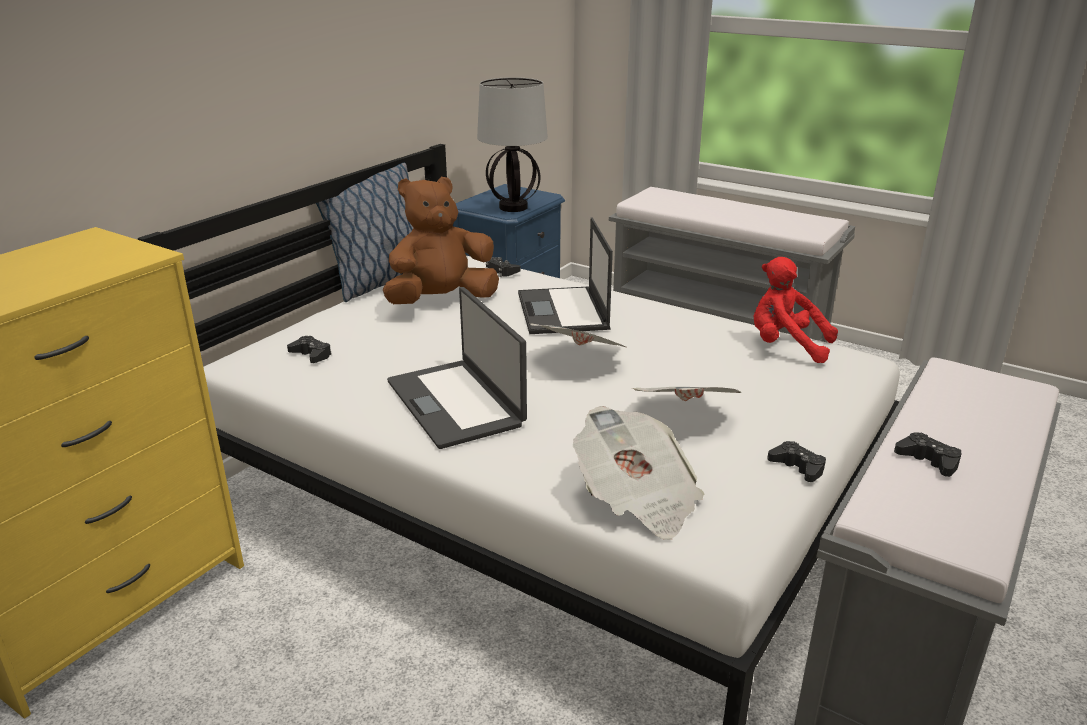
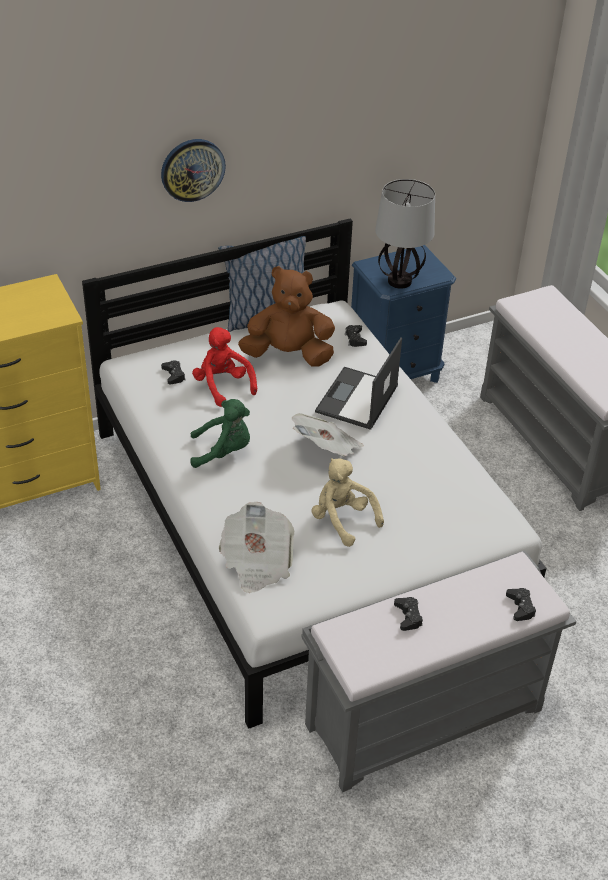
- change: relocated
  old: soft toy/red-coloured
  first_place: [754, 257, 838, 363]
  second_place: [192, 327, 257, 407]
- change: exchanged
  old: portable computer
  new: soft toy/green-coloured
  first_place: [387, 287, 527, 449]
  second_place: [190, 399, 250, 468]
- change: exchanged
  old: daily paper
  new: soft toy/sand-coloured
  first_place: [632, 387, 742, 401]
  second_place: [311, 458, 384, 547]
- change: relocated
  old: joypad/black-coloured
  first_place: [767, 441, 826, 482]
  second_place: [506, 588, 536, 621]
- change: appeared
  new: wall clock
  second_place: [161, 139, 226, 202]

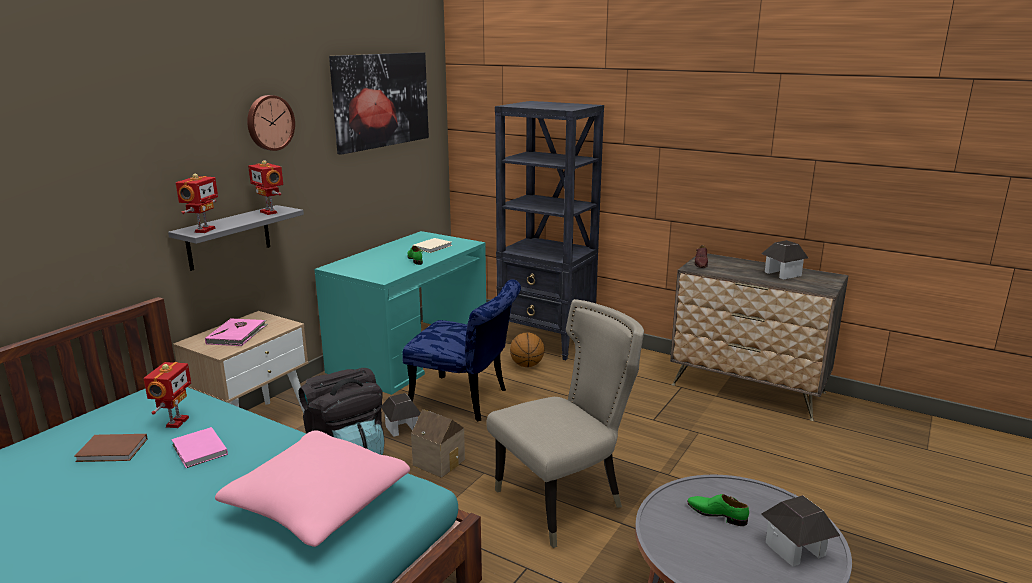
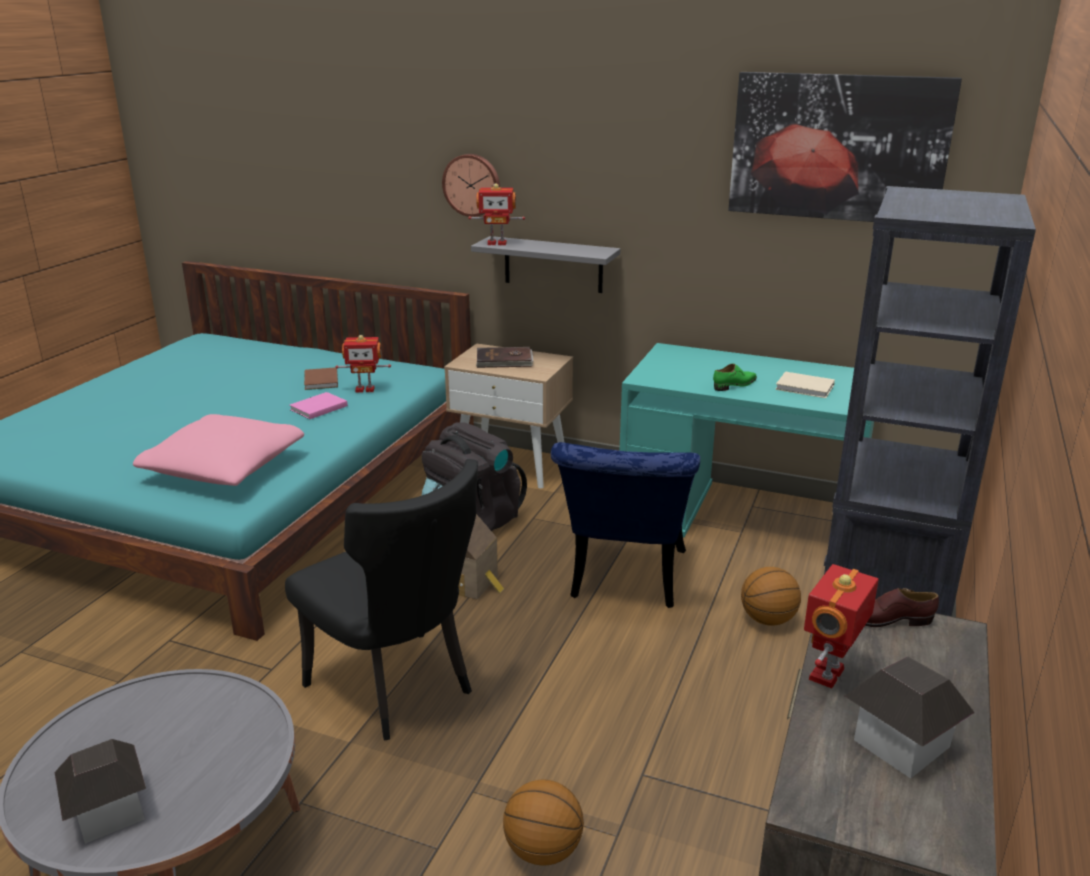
- change: relocated
  old: wall clock
  first_place: [247, 95, 295, 151]
  second_place: [442, 154, 500, 217]
- change: relocated
  old: toy robot
  first_place: [248, 160, 283, 215]
  second_place: [804, 564, 879, 688]
- change: colour
  old: upright chair/sand-coloured
  new: upright chair/black-coloured
  first_place: [486, 299, 644, 548]
  second_place: [285, 459, 478, 741]
- change: colour
  old: book/pink-coloured
  new: book/brown-coloured
  first_place: [205, 319, 268, 346]
  second_place: [476, 347, 533, 368]
- change: missing
  old: model house
  first_place: [381, 393, 421, 437]
- change: missing
  old: low shoe/green-coloured
  first_place: [687, 494, 749, 526]
- change: appeared
  new: basketball ball
  second_place: [503, 779, 584, 866]

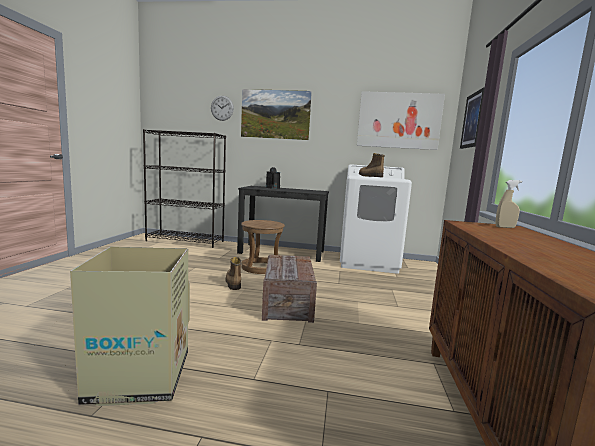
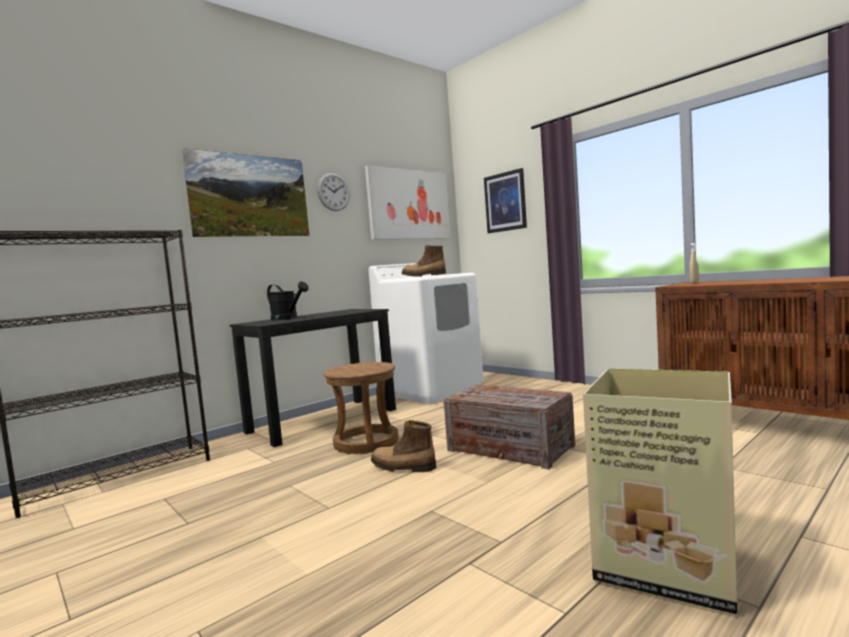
- change: relocated
  old: wall clock
  first_place: [211, 96, 234, 121]
  second_place: [317, 173, 350, 211]

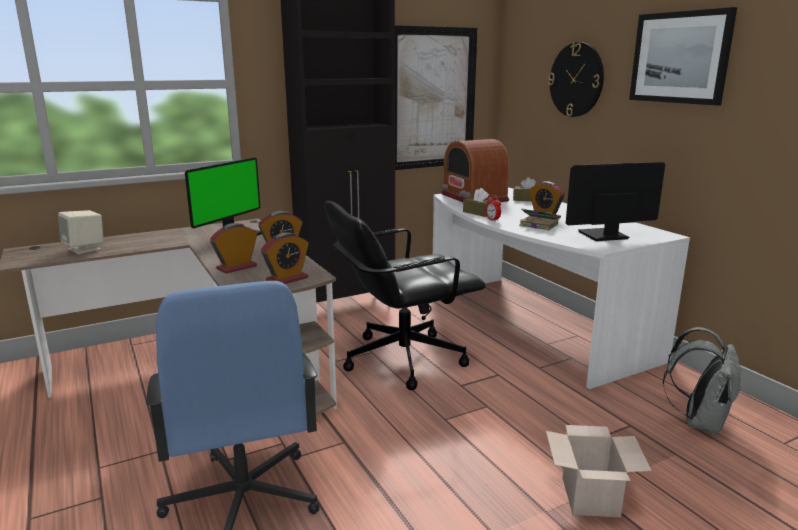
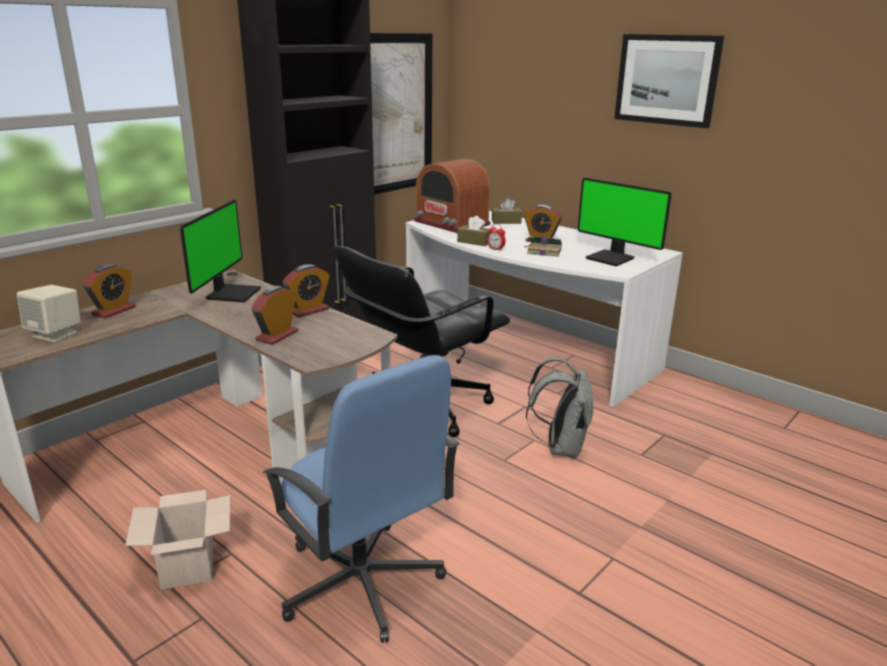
- change: missing
  old: wall clock
  first_place: [548, 42, 604, 117]
- change: spun
  old: computer screen
  first_place: [566, 162, 665, 241]
  second_place: [578, 178, 672, 266]
  degrees: -105
- change: relocated
  old: alarm clock
  first_place: [261, 232, 309, 284]
  second_place: [83, 264, 136, 318]
- change: relocated
  old: knapsack/gray
  first_place: [663, 327, 741, 435]
  second_place: [526, 357, 594, 458]
- change: relocated
  old: cardboard box
  first_place: [546, 425, 652, 517]
  second_place: [125, 490, 230, 590]

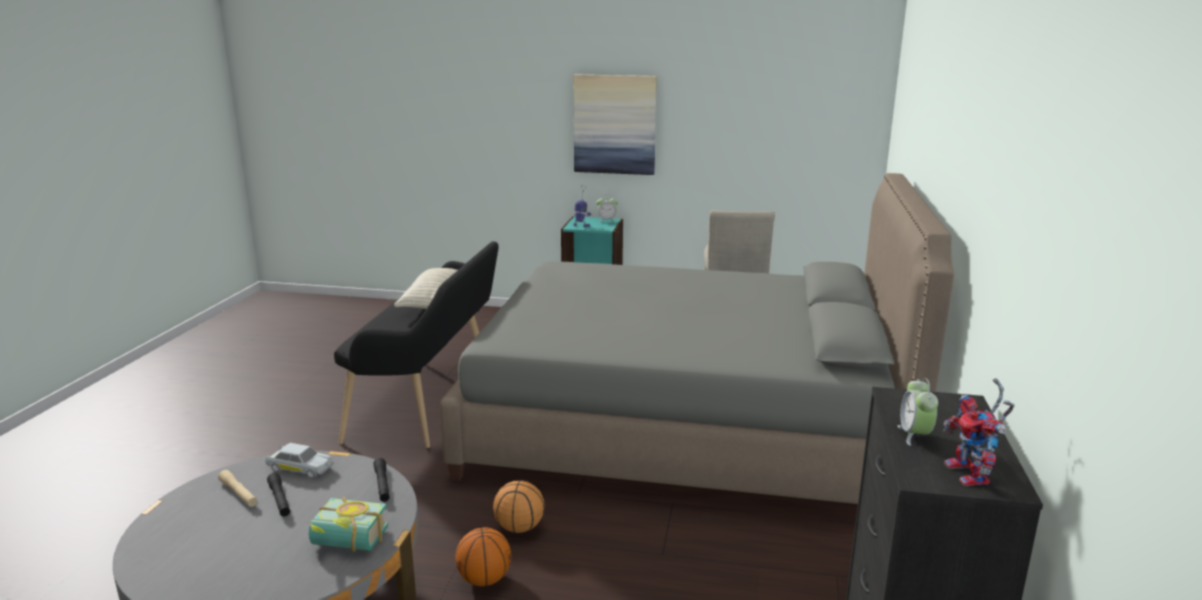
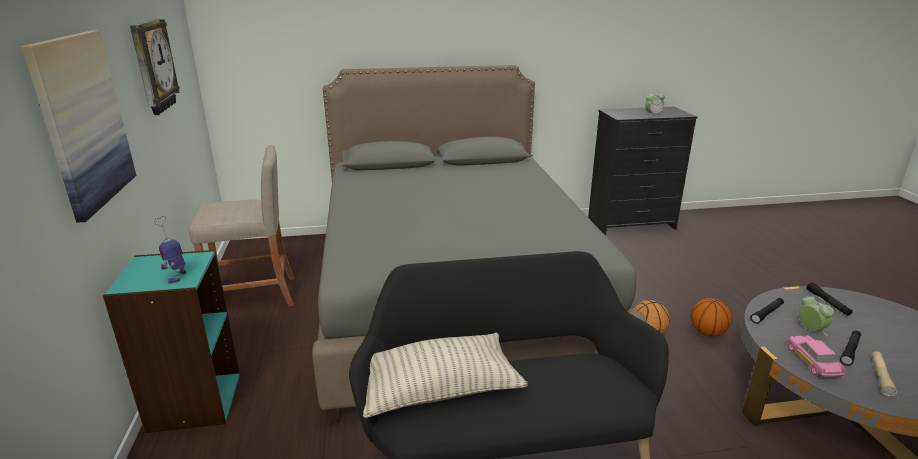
- change: relocated
  old: alarm clock
  first_place: [596, 198, 618, 223]
  second_place: [799, 296, 834, 336]
- change: missing
  old: toy robot
  first_place: [943, 378, 1014, 486]
- change: colour
  old: toy car/whitish
  new: toy car/pink-coloured
  first_place: [265, 443, 333, 479]
  second_place: [787, 335, 846, 377]
- change: exchanged
  old: book
  new: hand torch/black-coloured
  first_place: [309, 497, 388, 552]
  second_place: [806, 283, 853, 316]
- change: appeared
  new: wall clock
  second_place: [130, 19, 180, 115]

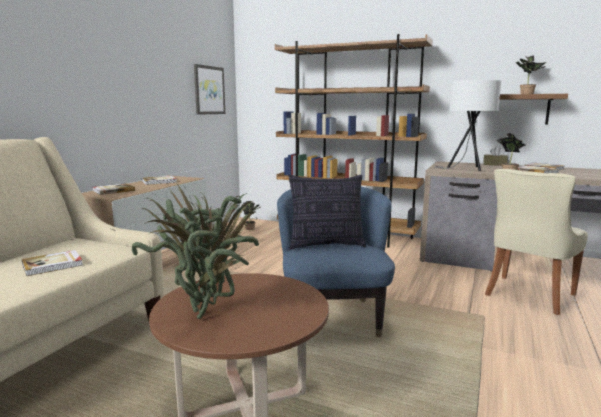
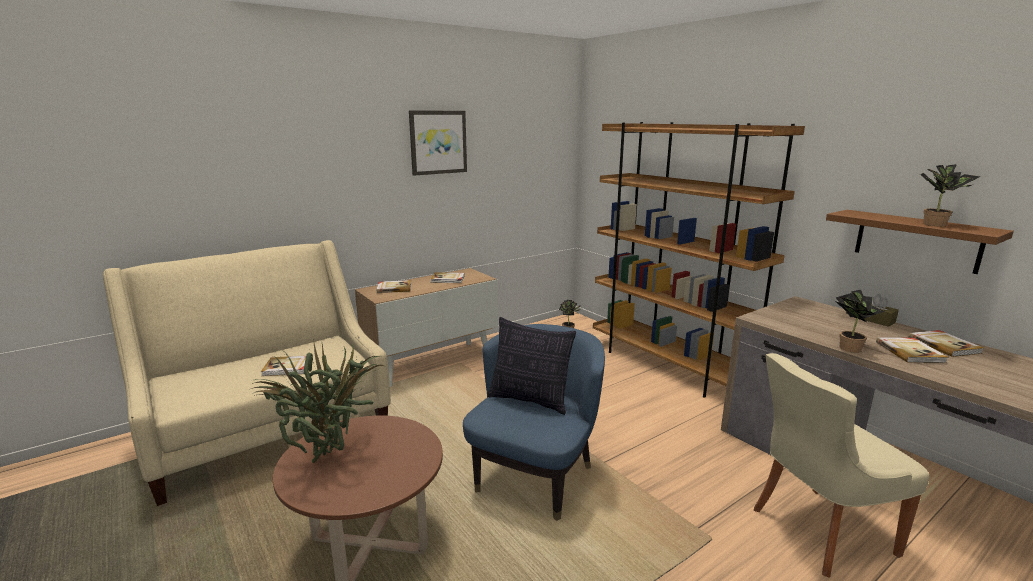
- change: relocated
  old: picture
  first_place: [194, 64, 225, 115]
  second_place: [409, 110, 467, 176]
- change: missing
  old: table lamp/whitish
  first_place: [434, 80, 501, 171]

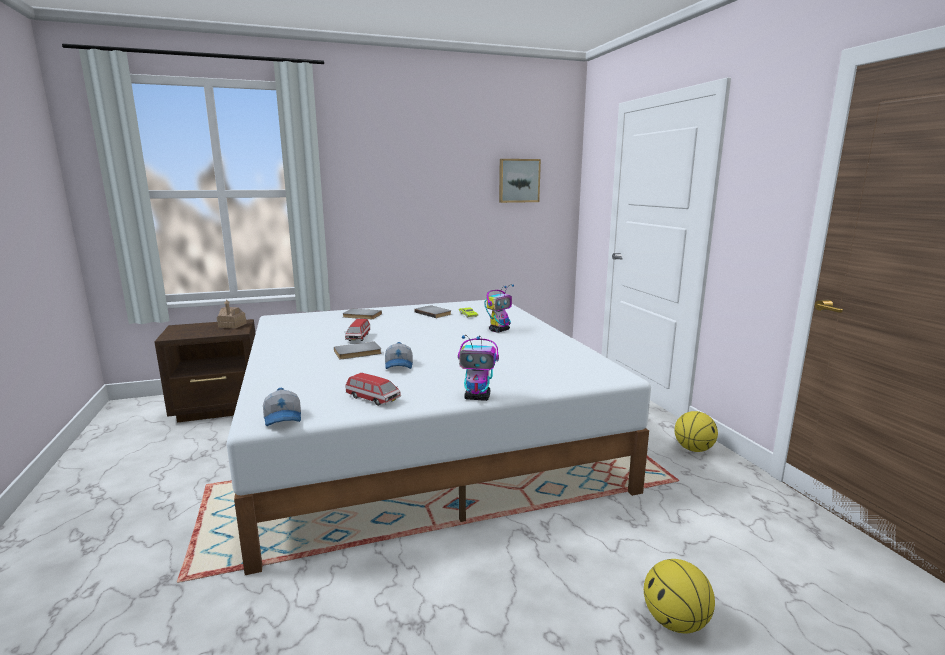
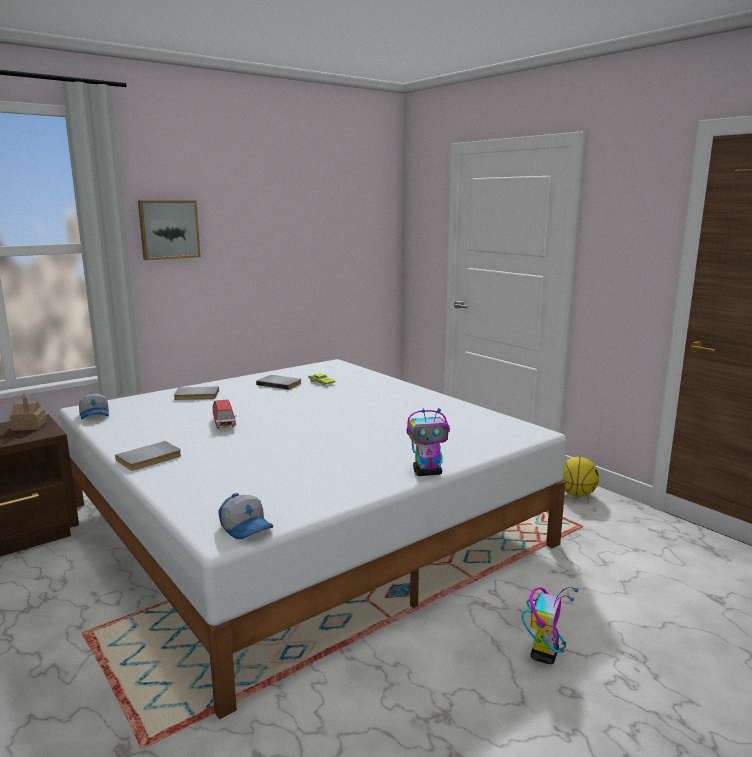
- change: relocated
  old: picture
  first_place: [499, 159, 541, 203]
  second_place: [138, 200, 201, 260]
- change: relocated
  old: toy robot
  first_place: [484, 284, 514, 333]
  second_place: [521, 587, 579, 664]
- change: relocated
  old: book/gray
  first_place: [334, 342, 382, 359]
  second_place: [115, 441, 181, 471]
- change: relocated
  old: baseball cap
  first_place: [385, 342, 413, 369]
  second_place: [79, 392, 109, 419]
- change: missing
  old: toy car
  first_place: [346, 373, 401, 406]
- change: missing
  old: basketball ball
  first_place: [644, 559, 715, 633]

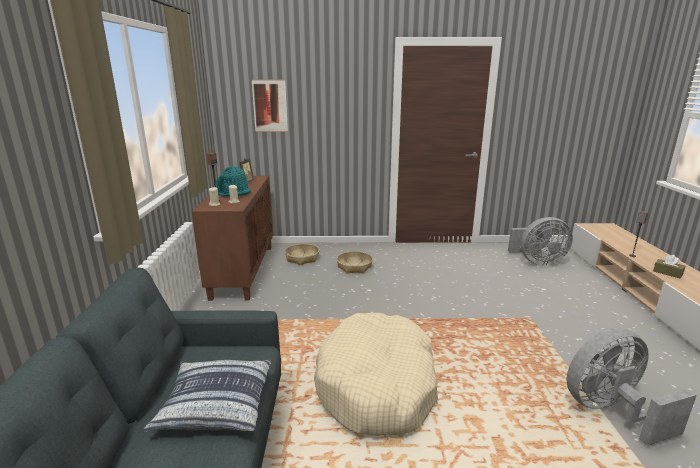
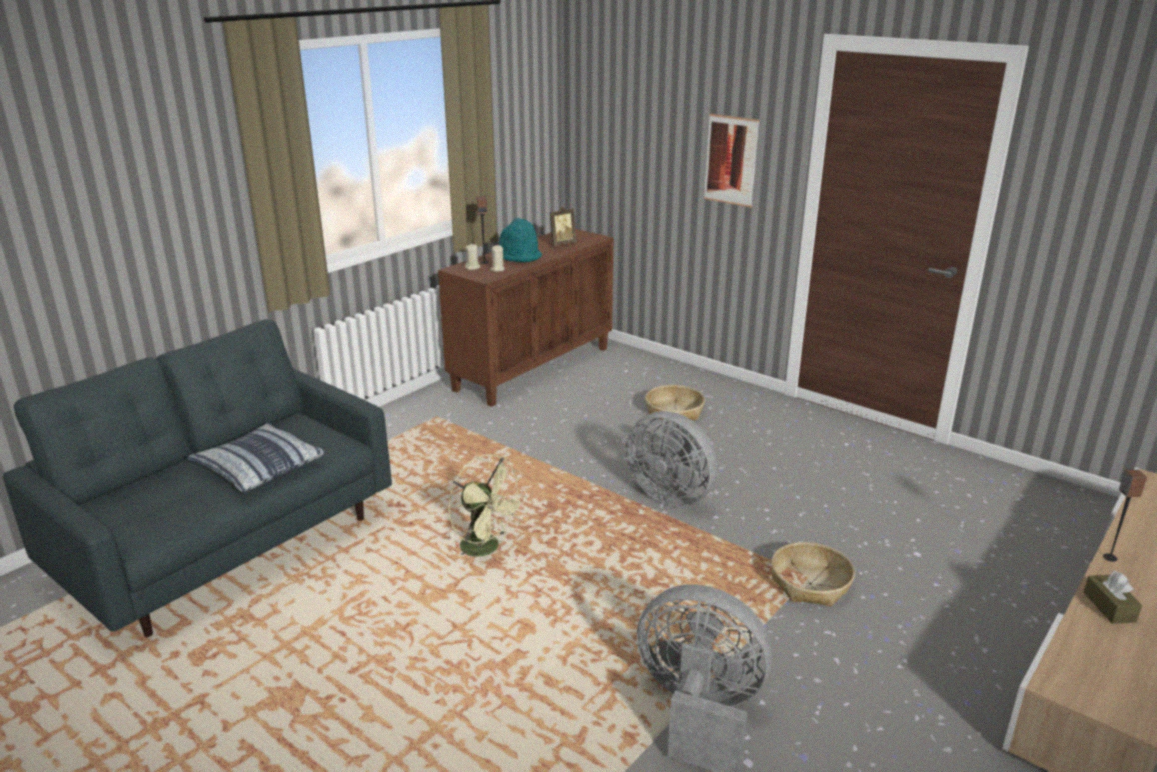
- change: relocated
  old: picture
  first_place: [251, 79, 288, 132]
  second_place: [704, 114, 760, 208]
- change: relocated
  old: cooling fan/gray
  first_place: [508, 217, 573, 266]
  second_place: [626, 411, 718, 507]
- change: relocated
  old: storage basket
  first_place: [285, 244, 319, 265]
  second_place: [771, 542, 855, 607]
- change: exchanged
  old: dog cushion/sand-coloured
  new: cooling fan/green-coloured
  first_place: [314, 313, 438, 436]
  second_place: [449, 454, 528, 557]

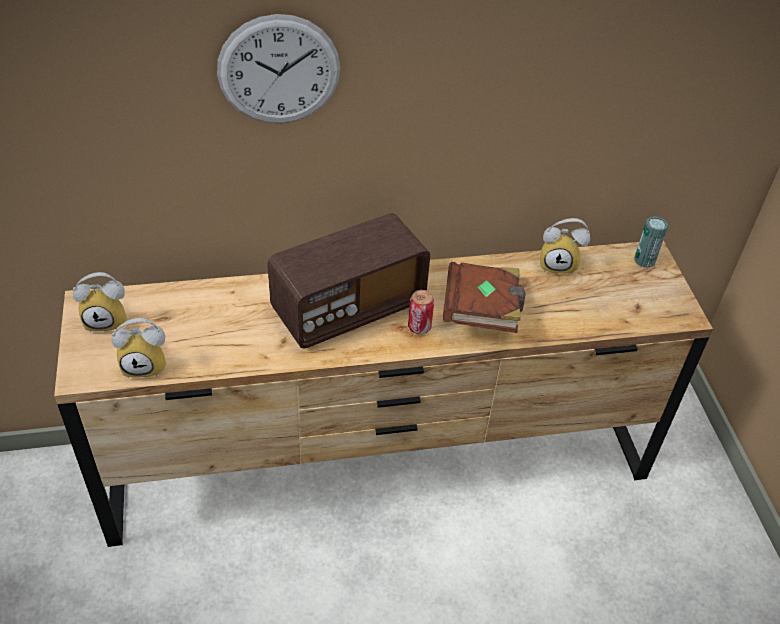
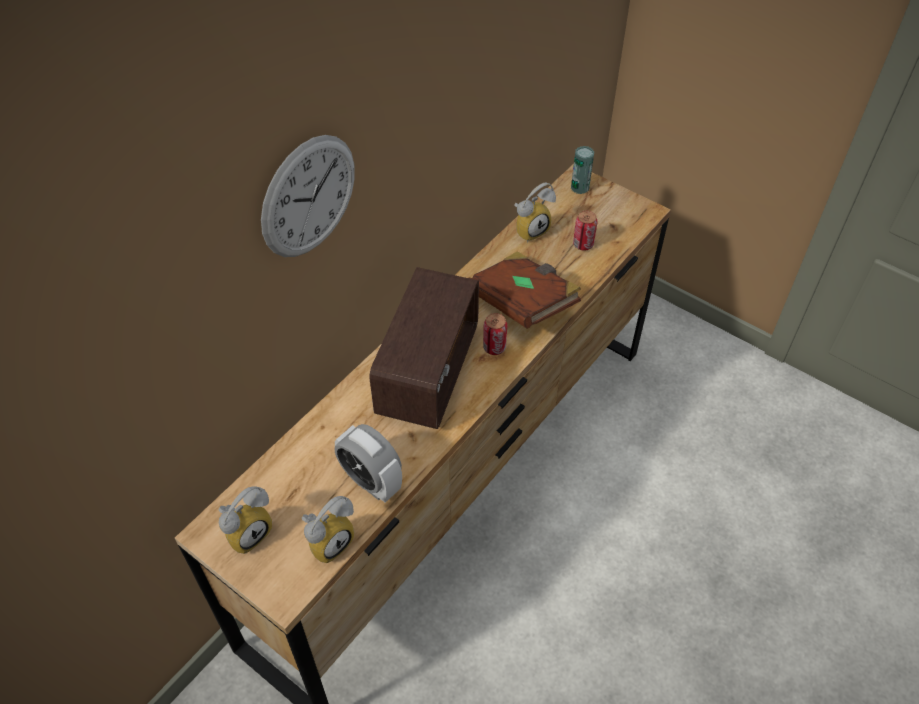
- change: appeared
  new: metal can
  second_place: [573, 211, 597, 251]
- change: appeared
  new: alarm clock
  second_place: [335, 424, 402, 503]

